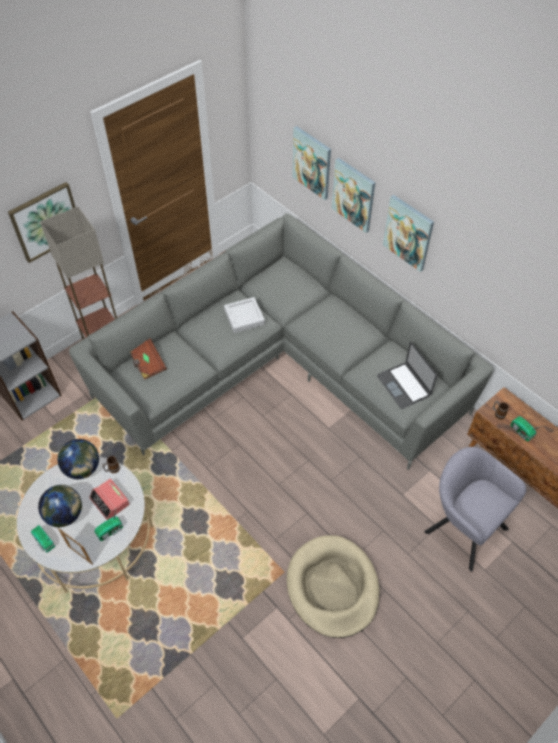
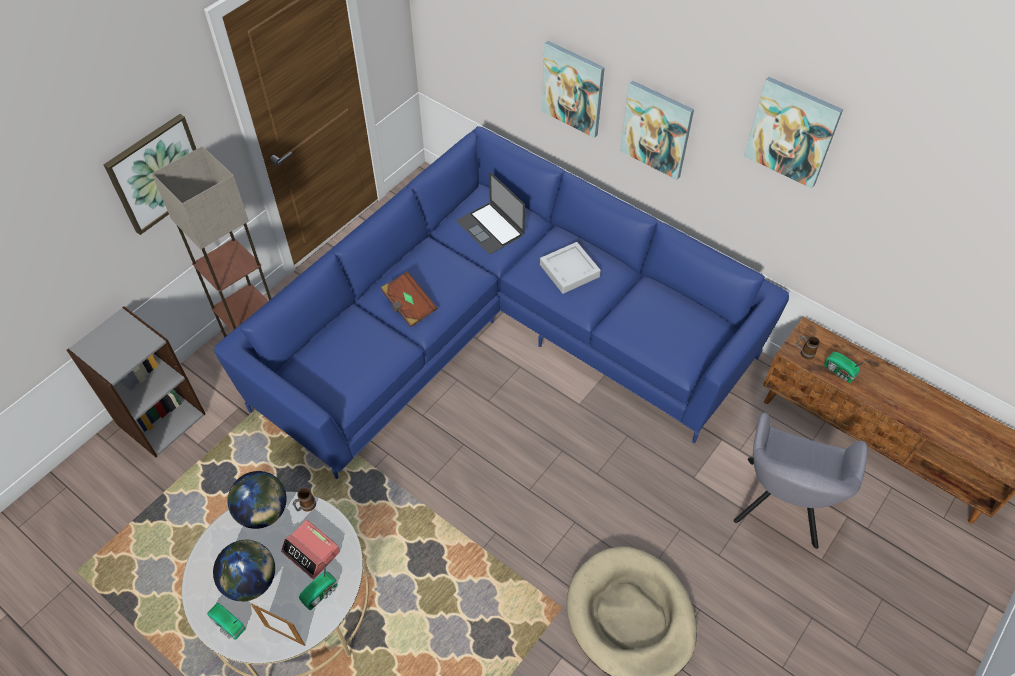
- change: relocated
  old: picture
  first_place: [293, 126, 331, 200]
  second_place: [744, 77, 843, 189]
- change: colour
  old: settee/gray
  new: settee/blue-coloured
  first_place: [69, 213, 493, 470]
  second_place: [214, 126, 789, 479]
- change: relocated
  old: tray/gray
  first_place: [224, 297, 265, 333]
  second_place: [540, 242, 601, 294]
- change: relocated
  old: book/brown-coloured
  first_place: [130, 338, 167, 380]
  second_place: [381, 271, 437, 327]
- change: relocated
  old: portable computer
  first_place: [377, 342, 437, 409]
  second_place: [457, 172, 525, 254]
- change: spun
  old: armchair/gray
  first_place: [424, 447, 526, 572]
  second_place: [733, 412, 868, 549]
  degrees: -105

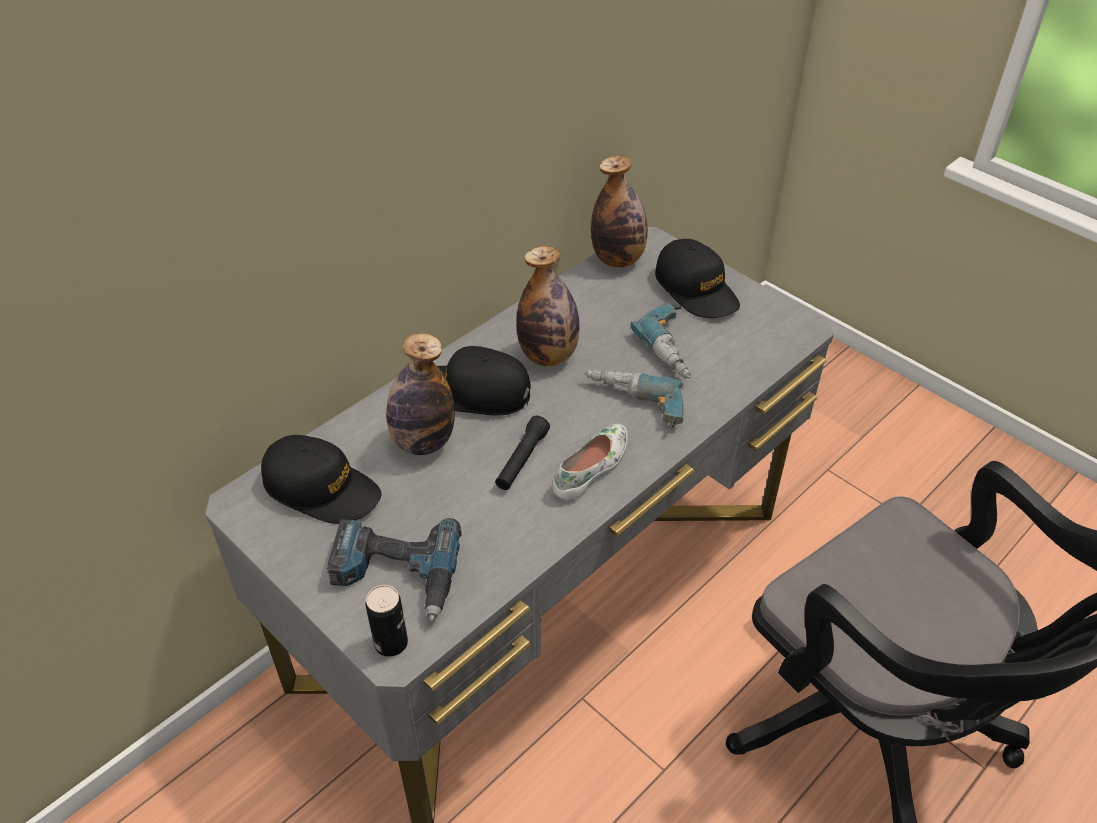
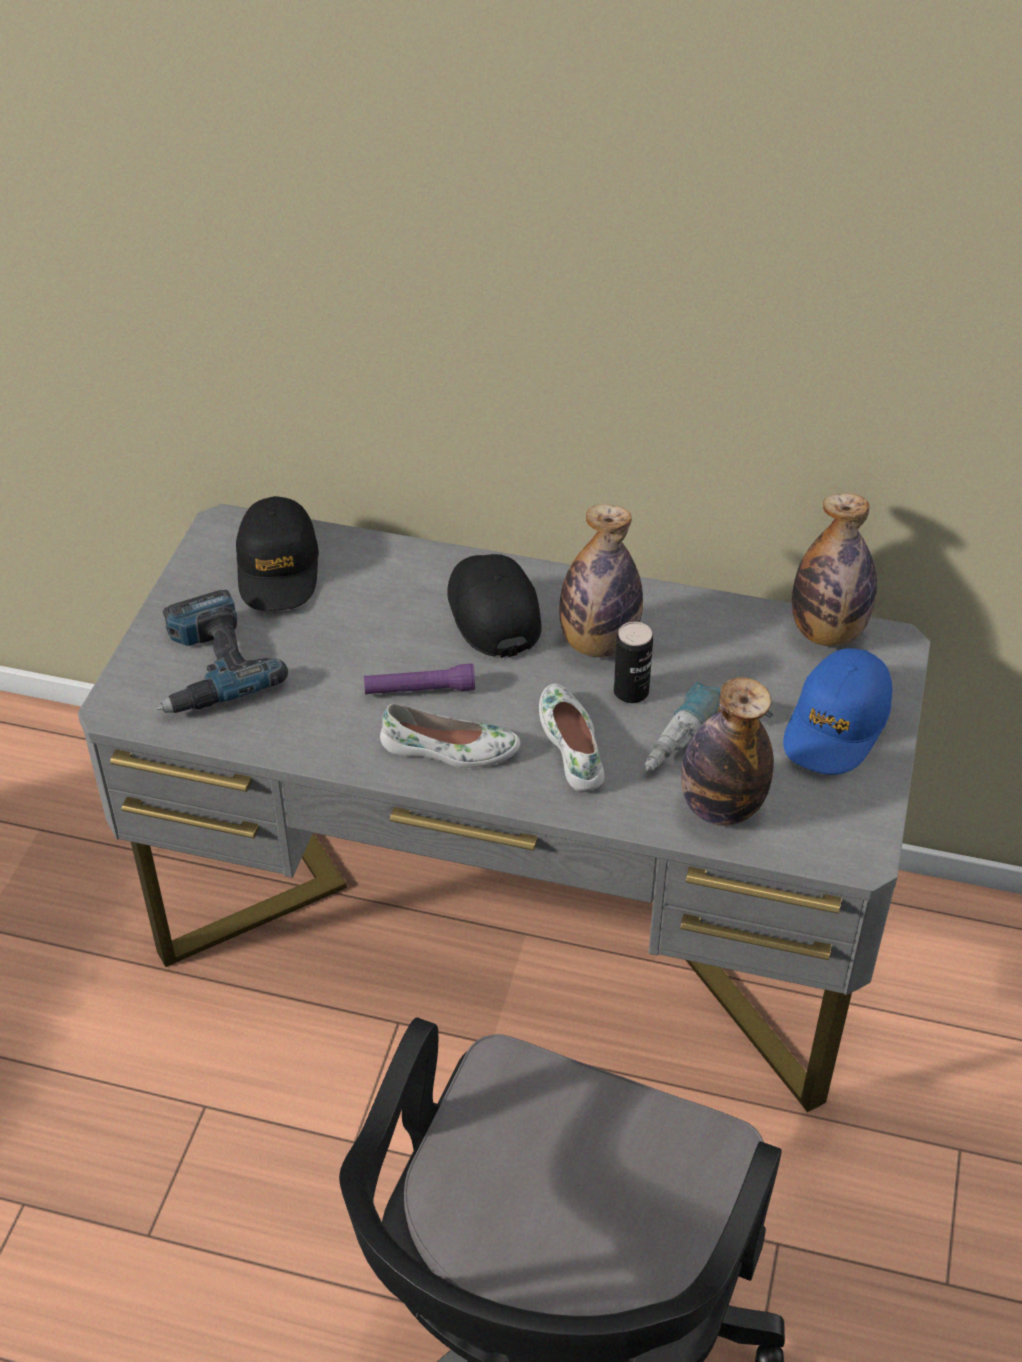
- change: colour
  old: baseball cap/black-coloured
  new: baseball cap/blue-coloured
  first_place: [655, 239, 740, 318]
  second_place: [783, 648, 892, 775]
- change: relocated
  old: bottle
  first_place: [386, 333, 455, 455]
  second_place: [681, 677, 774, 826]
- change: exchanged
  old: power drill
  new: low shoe/whitish
  first_place: [584, 369, 683, 429]
  second_place: [539, 684, 604, 791]
- change: colour
  old: hand torch/black-coloured
  new: hand torch/purple-coloured
  first_place: [495, 416, 550, 490]
  second_place: [364, 664, 475, 695]
- change: relocated
  old: metal can
  first_place: [366, 585, 408, 657]
  second_place: [614, 622, 653, 703]

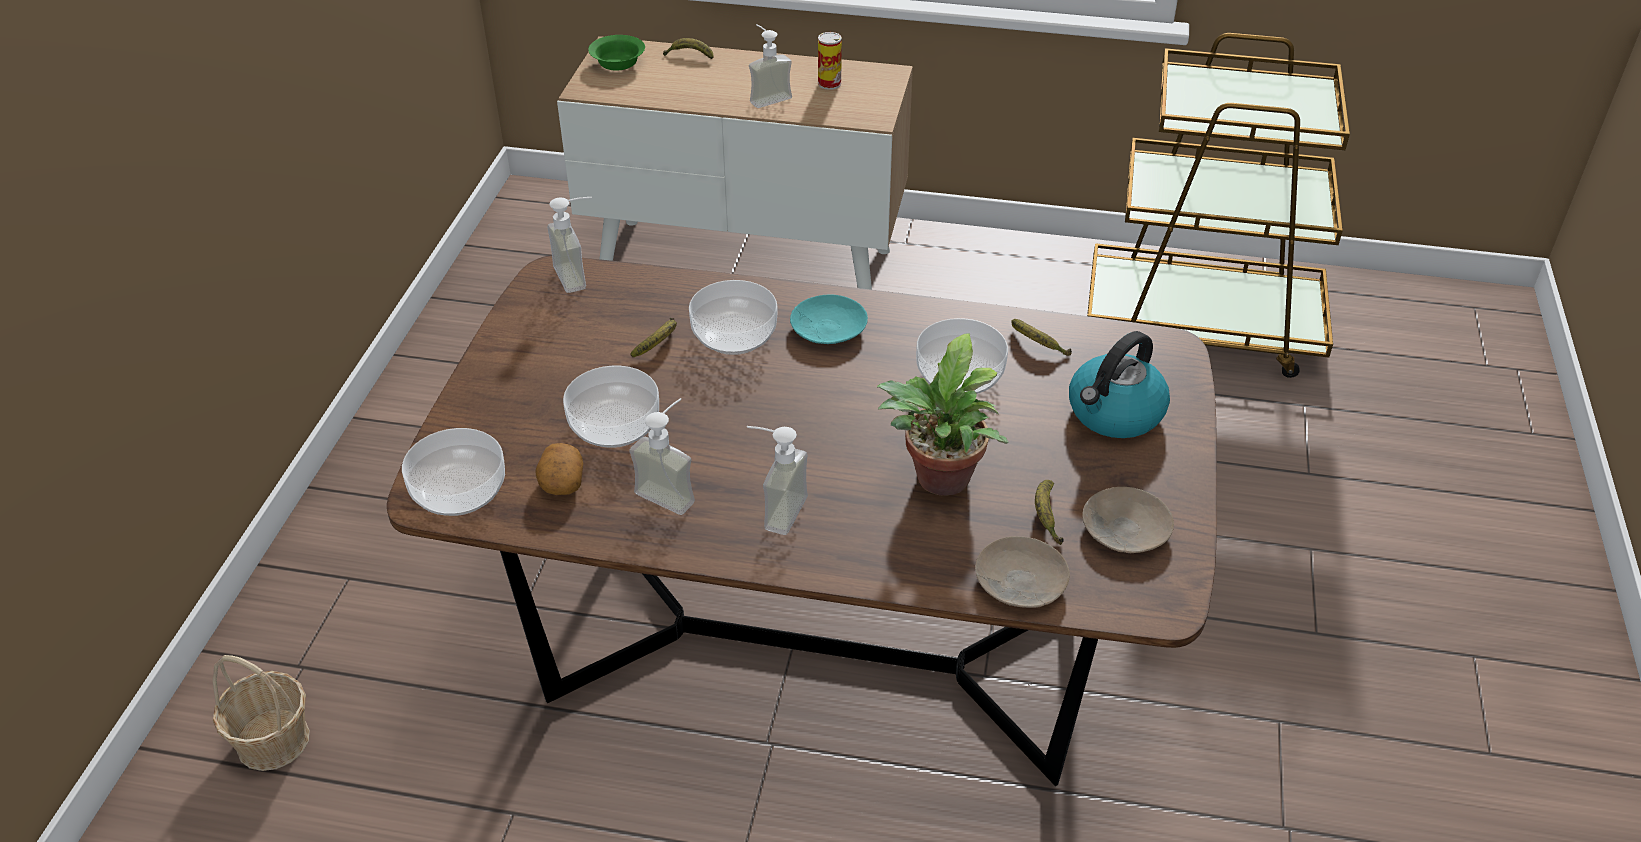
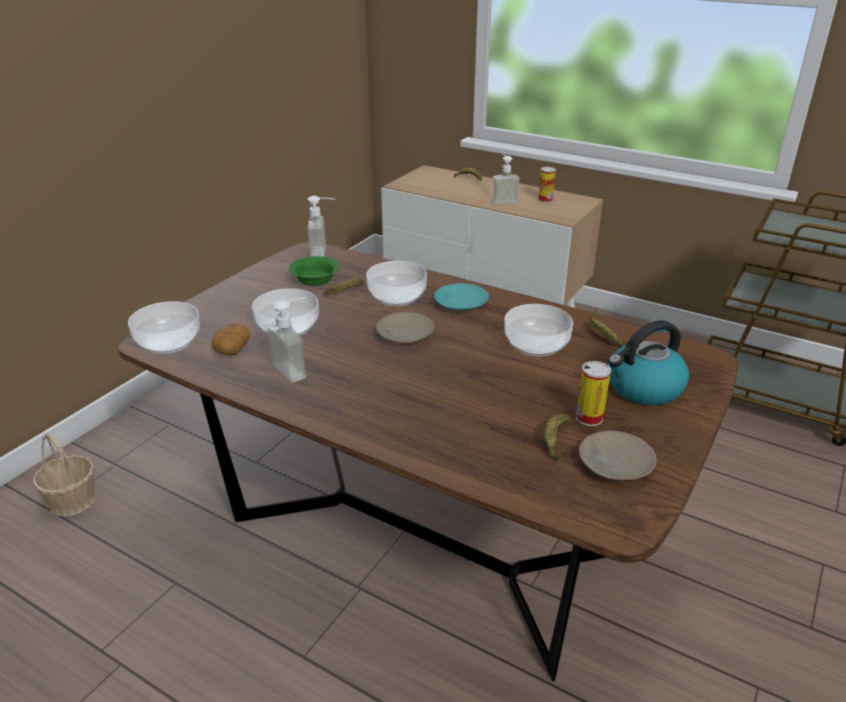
- change: relocated
  old: bowl/green-coloured
  first_place: [588, 35, 645, 70]
  second_place: [289, 256, 340, 286]
- change: missing
  old: plant in a pot
  first_place: [877, 334, 1008, 496]
- change: missing
  old: soap dispenser
  first_place: [747, 426, 808, 535]
- change: relocated
  old: dinner plate/sand-coloured
  first_place: [975, 536, 1070, 608]
  second_place: [376, 312, 435, 344]
- change: appeared
  new: metal can
  second_place: [576, 361, 611, 426]

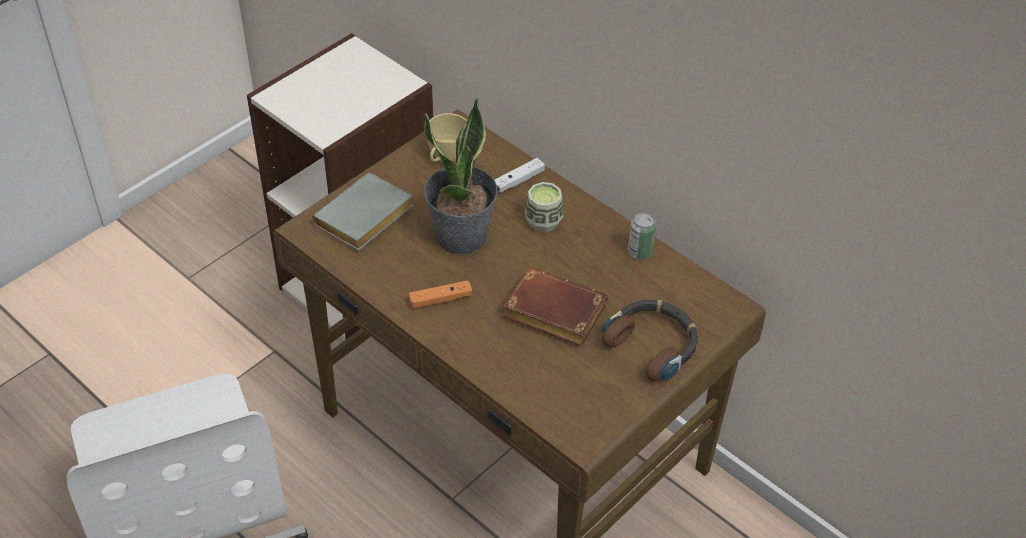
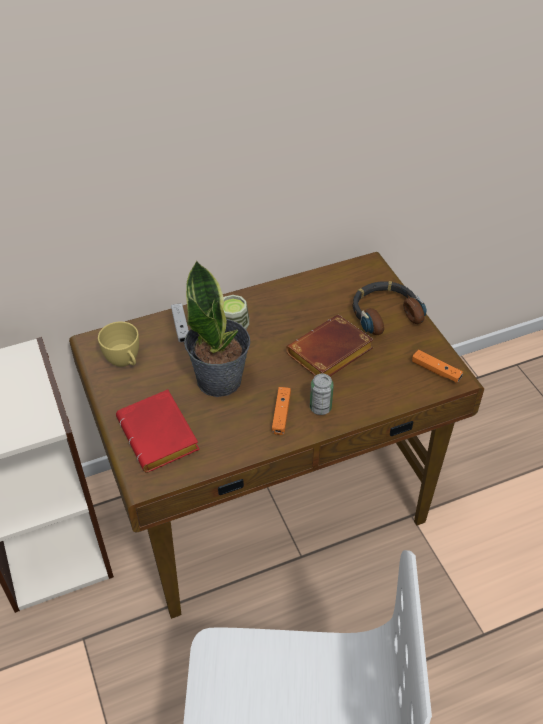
- change: colour
  old: book/gray
  new: book/red-coloured
  first_place: [312, 173, 414, 251]
  second_place: [116, 390, 200, 472]
- change: relocated
  old: metal can
  first_place: [628, 212, 656, 260]
  second_place: [310, 374, 334, 415]
- change: appeared
  new: joypad/orange
  second_place: [412, 350, 463, 383]

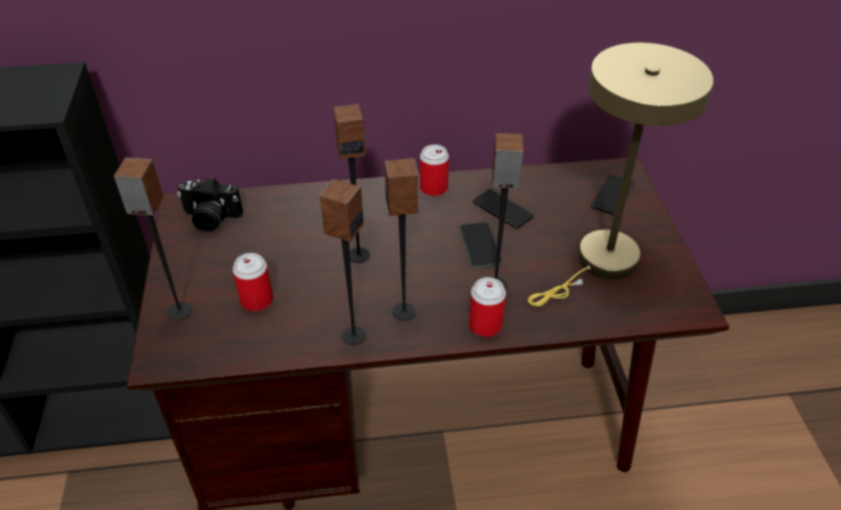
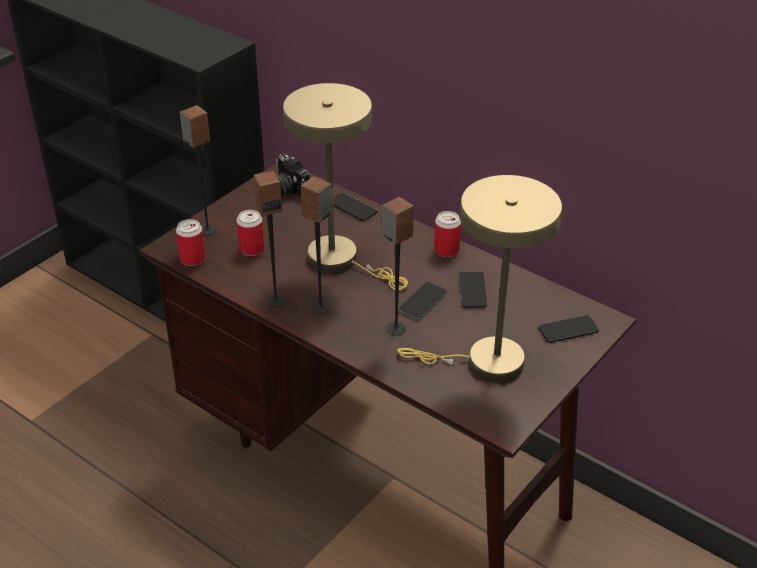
- change: exchanged
  old: speaker
  new: table lamp/sand-coloured
  first_place: [333, 104, 370, 263]
  second_place: [283, 83, 408, 291]
- change: relocated
  old: metal can
  first_place: [469, 277, 506, 337]
  second_place: [176, 219, 206, 266]
- change: appeared
  new: phone
  second_place: [334, 192, 378, 221]

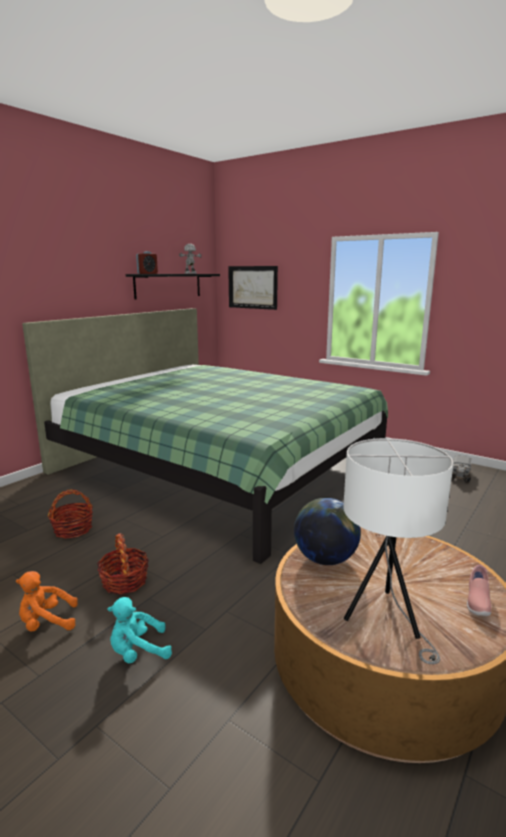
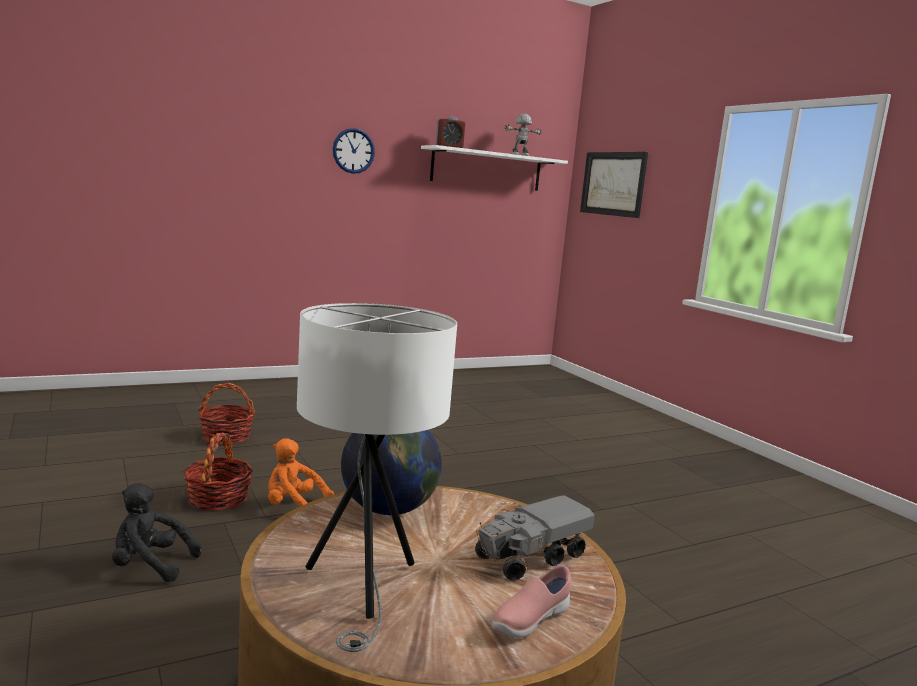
- change: colour
  old: bracket shelf/black-coloured
  new: bracket shelf/whitish
  first_place: [126, 274, 220, 300]
  second_place: [421, 145, 568, 191]
- change: missing
  old: bedroom bed/green-coloured
  first_place: [22, 308, 388, 564]
- change: relocated
  old: model truck
  first_place: [451, 455, 472, 483]
  second_place: [475, 495, 595, 581]
- change: relocated
  old: soft toy/orange
  first_place: [16, 571, 78, 632]
  second_place: [268, 438, 334, 506]
- change: colour
  old: soft toy/turquoise
  new: soft toy/black-coloured
  first_place: [107, 597, 172, 664]
  second_place: [112, 483, 201, 582]
- change: appeared
  new: wall clock
  second_place: [333, 128, 375, 174]

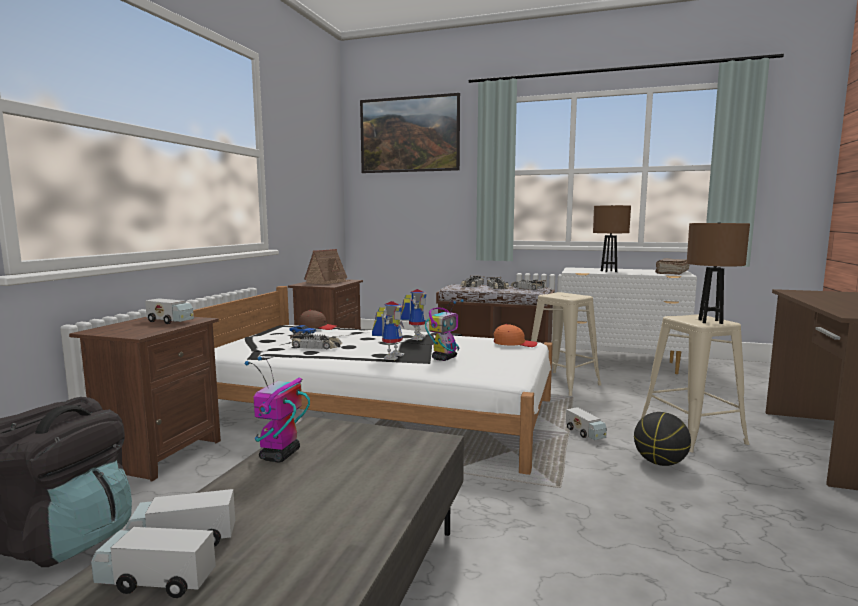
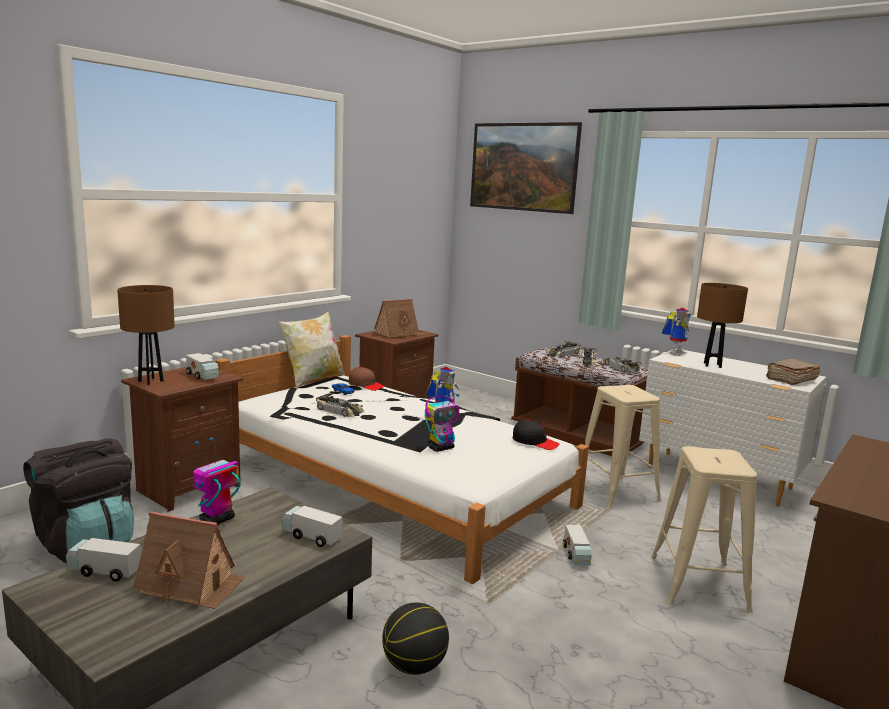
- change: relocated
  old: table lamp/brown-coloured
  first_place: [687, 223, 750, 324]
  second_place: [117, 285, 175, 385]
- change: relocated
  old: toy robot
  first_place: [372, 301, 404, 360]
  second_place: [662, 308, 691, 356]
- change: colour
  old: baseball cap/orange
  new: baseball cap/black-coloured
  first_place: [494, 324, 537, 347]
  second_place: [513, 419, 560, 450]
- change: relocated
  old: basketball ball
  first_place: [634, 412, 691, 466]
  second_place: [382, 602, 449, 675]
- change: relocated
  old: model truck
  first_place: [91, 527, 216, 598]
  second_place: [282, 506, 343, 547]
- change: appeared
  new: cushion
  second_place: [279, 312, 345, 389]
- change: appeared
  new: model house
  second_place: [133, 511, 245, 609]

